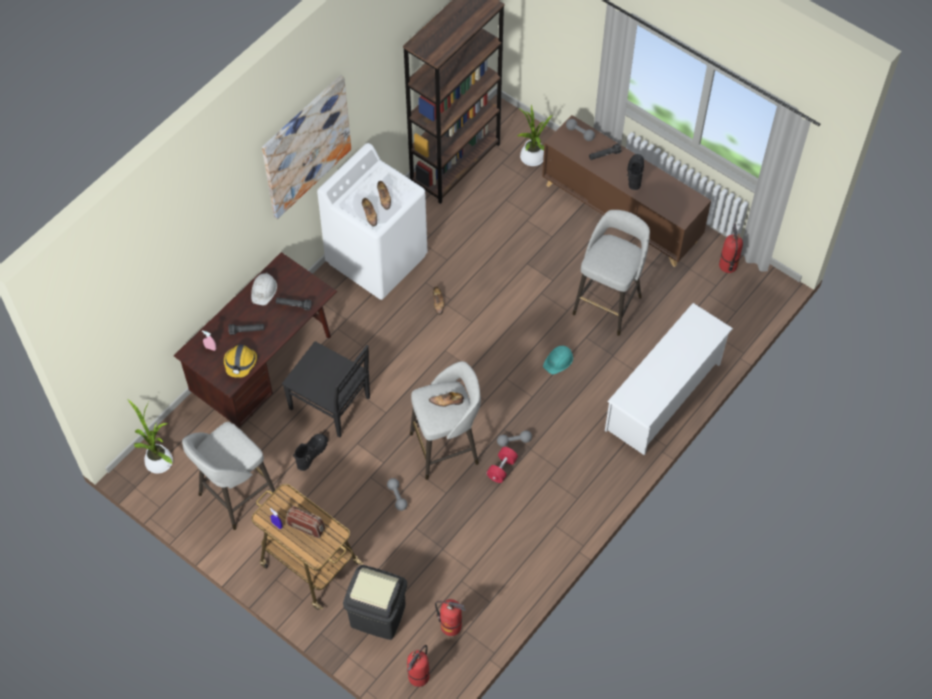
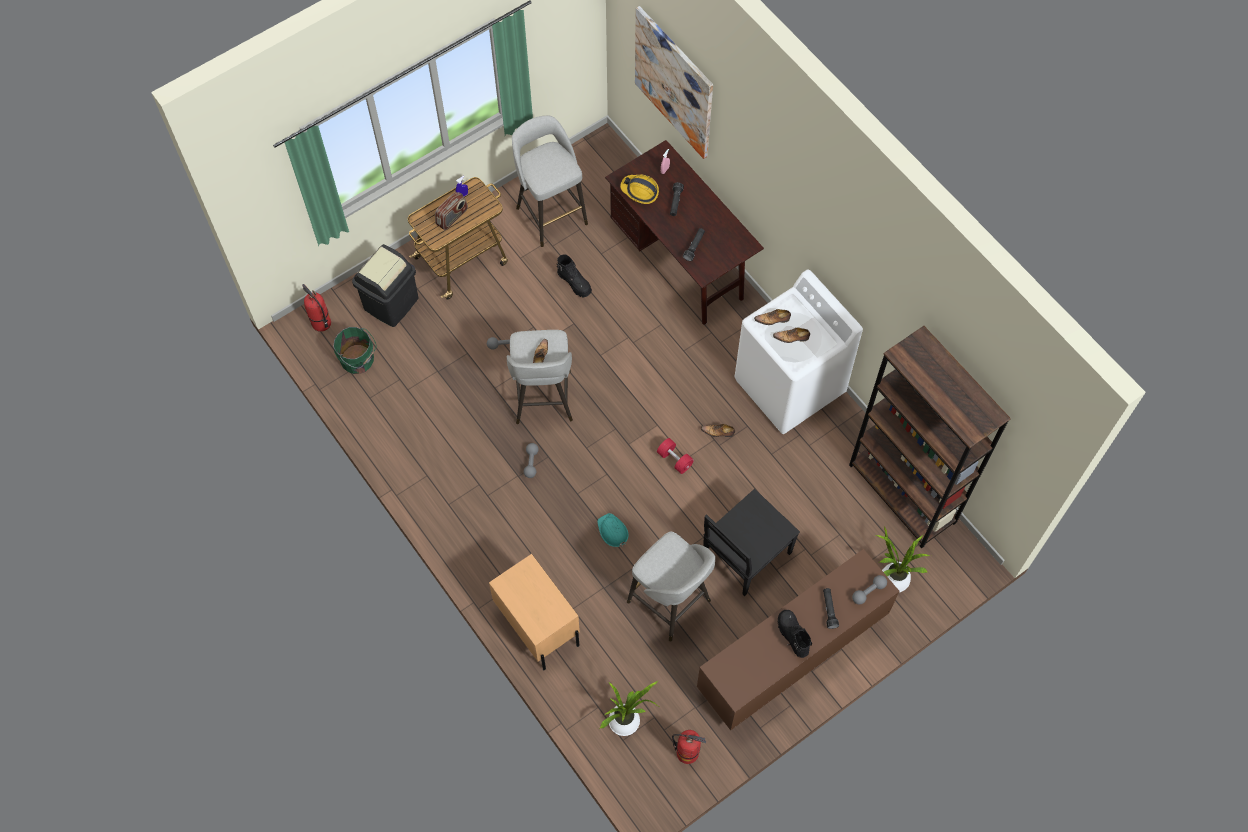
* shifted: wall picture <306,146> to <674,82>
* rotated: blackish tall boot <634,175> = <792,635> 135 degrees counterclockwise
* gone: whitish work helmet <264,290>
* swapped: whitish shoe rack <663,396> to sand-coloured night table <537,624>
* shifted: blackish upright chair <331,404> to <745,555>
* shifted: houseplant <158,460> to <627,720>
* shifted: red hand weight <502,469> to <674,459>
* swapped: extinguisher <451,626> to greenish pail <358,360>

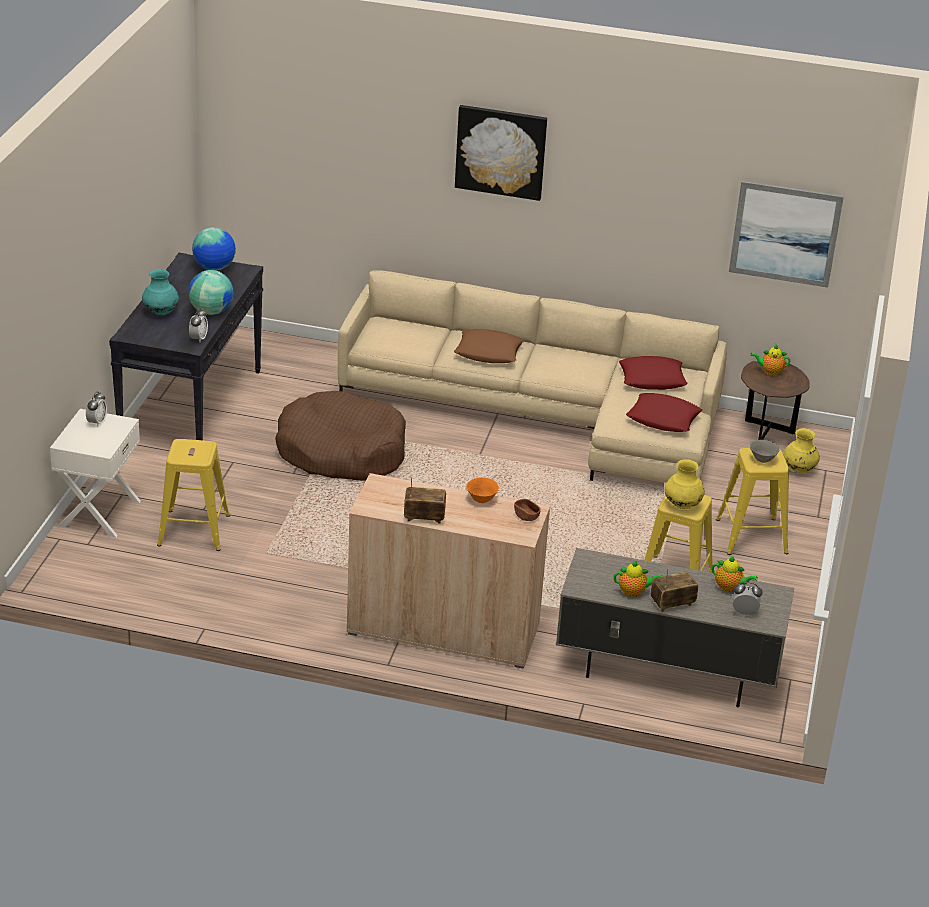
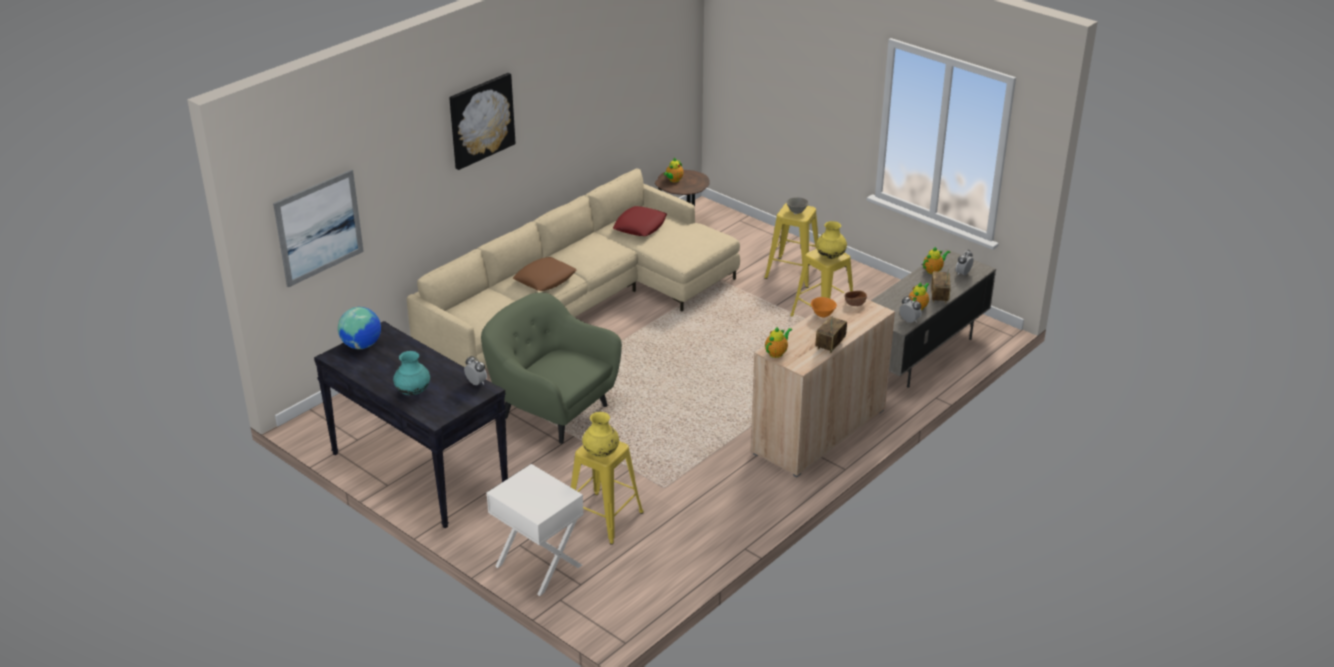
* shifted: wall picture <785,234> to <319,227>
* gone: desk globe <211,311>
* swapped: brown pet bed <341,452> to greenish lounge chair <552,410>
* shifted: table clock <97,422> to <909,321>
* gone: red pillow <663,419>
* shifted: yellow-coloured decorative vase <799,470> to <601,453>
* new: tea pot <777,353>

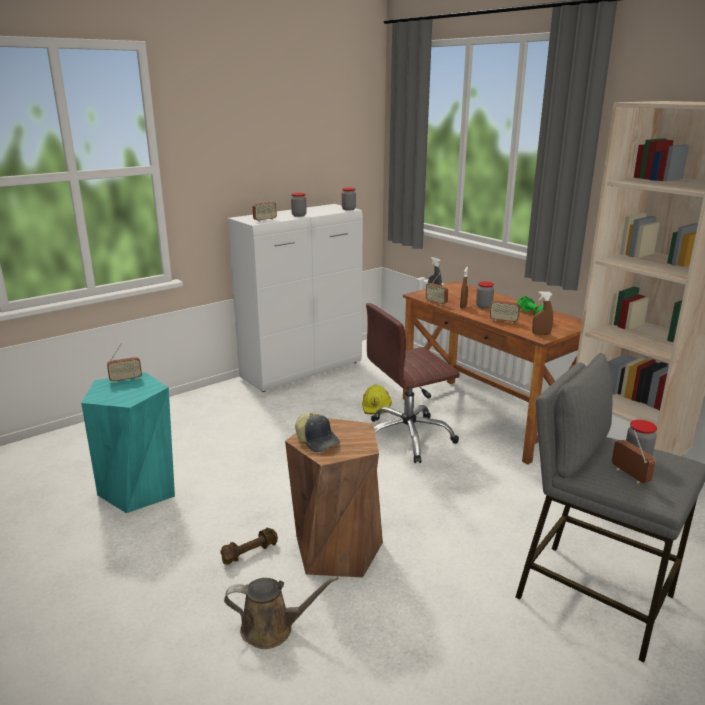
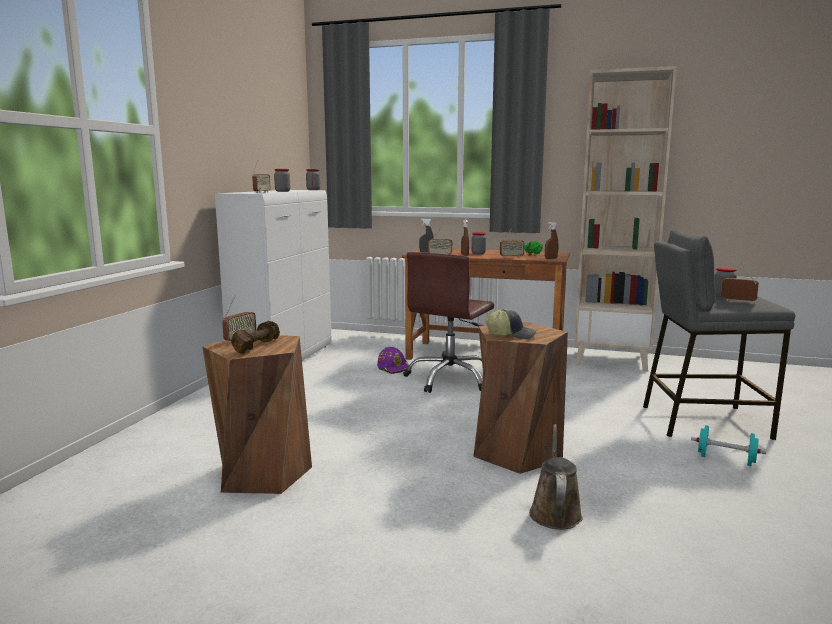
* repainted: turquoise-coloured sitting stool <140,488> to brown sitting stool <262,473>
* repainted: yellow-coloured work helmet <377,407> to purplish work helmet <393,368>
* shifted: brown hand weight <249,553> to <256,346>
* rotated: brown watering can <272,628> = <555,512> 45 degrees counterclockwise
* new: turquoise-coloured hand weight <726,460>

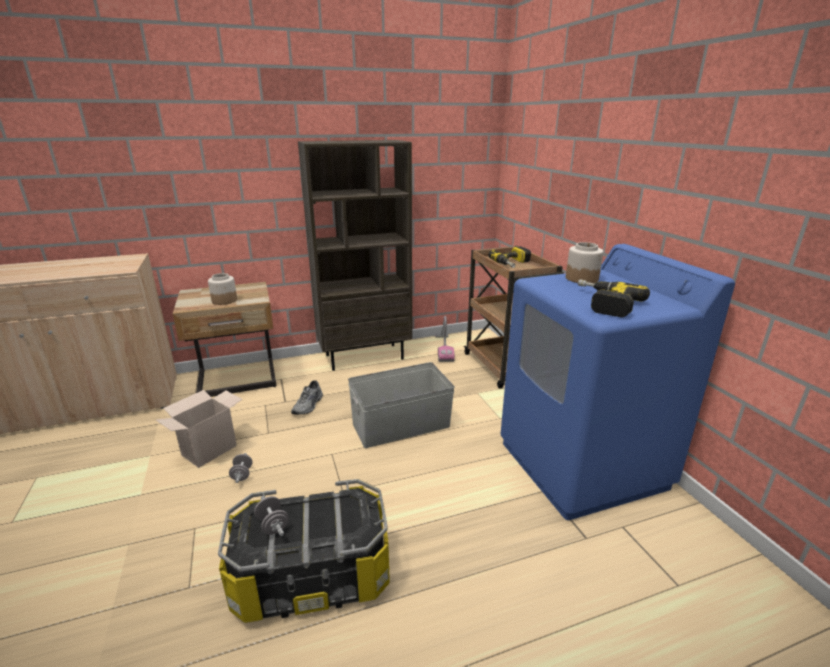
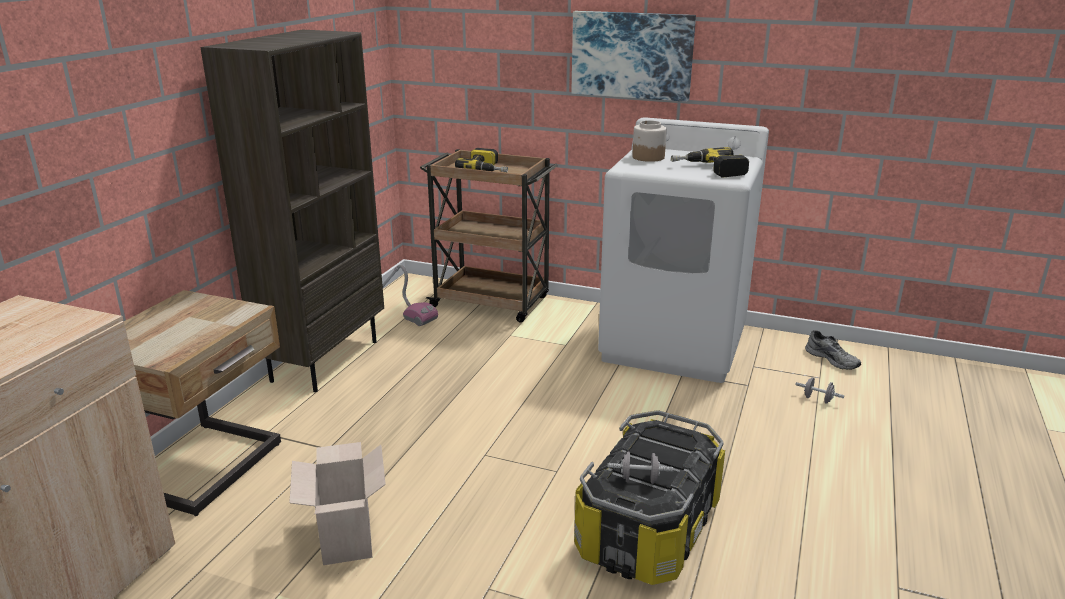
* repainted: blue-coloured laundry machine <582,465> to whitish laundry machine <674,344>
* gone: preserve jar <224,300>
* gone: grey storage bin <400,425>
* shifted: grey shoe <309,405> to <833,359>
* shifted: grey hand weight <242,475> to <817,399>
* new: wall picture <632,55>

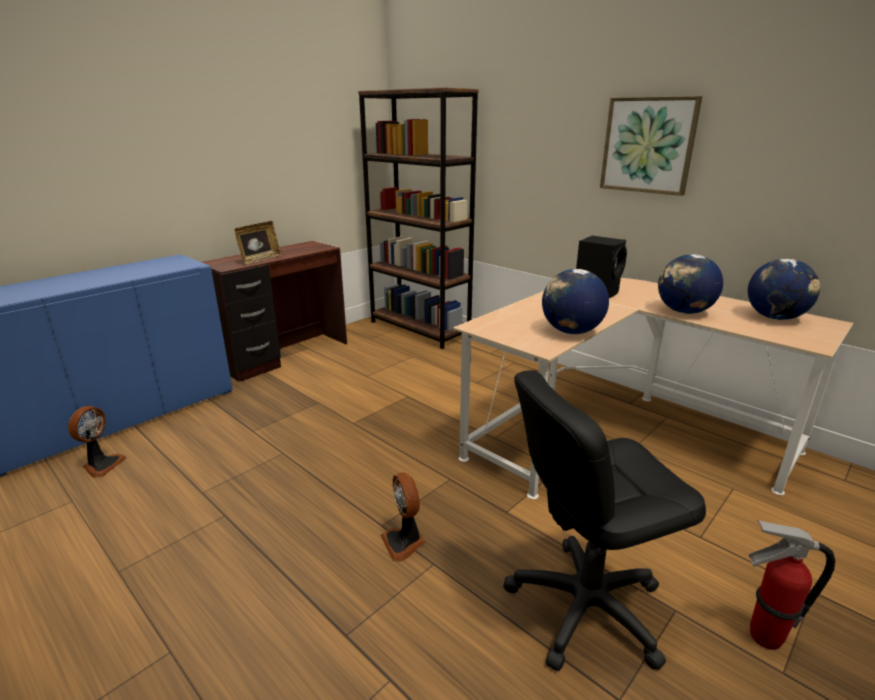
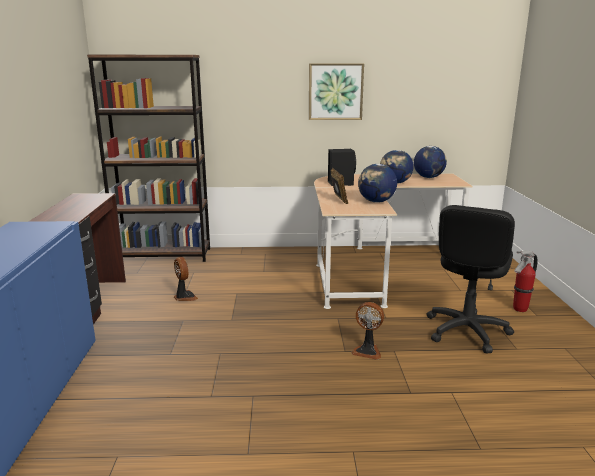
* shifted: photo frame <260,259> to <338,200>
* shifted: electric fan <101,465> to <184,297>

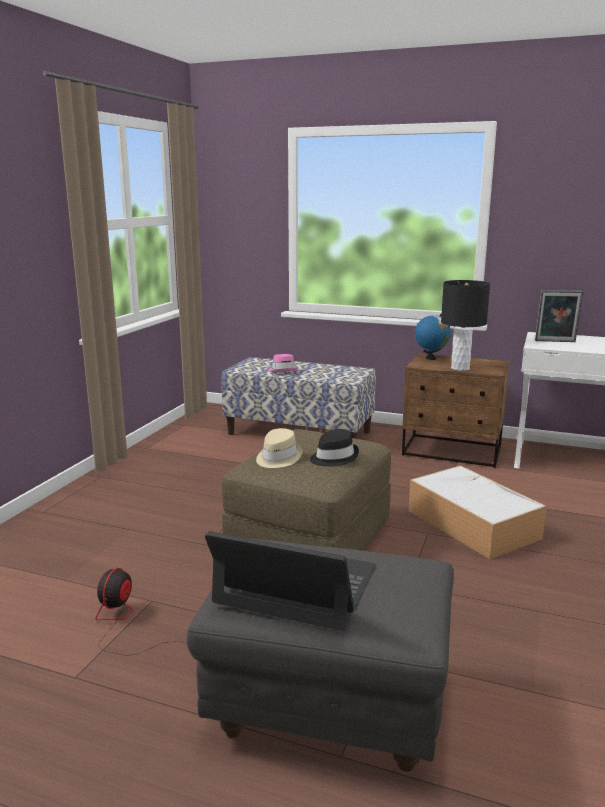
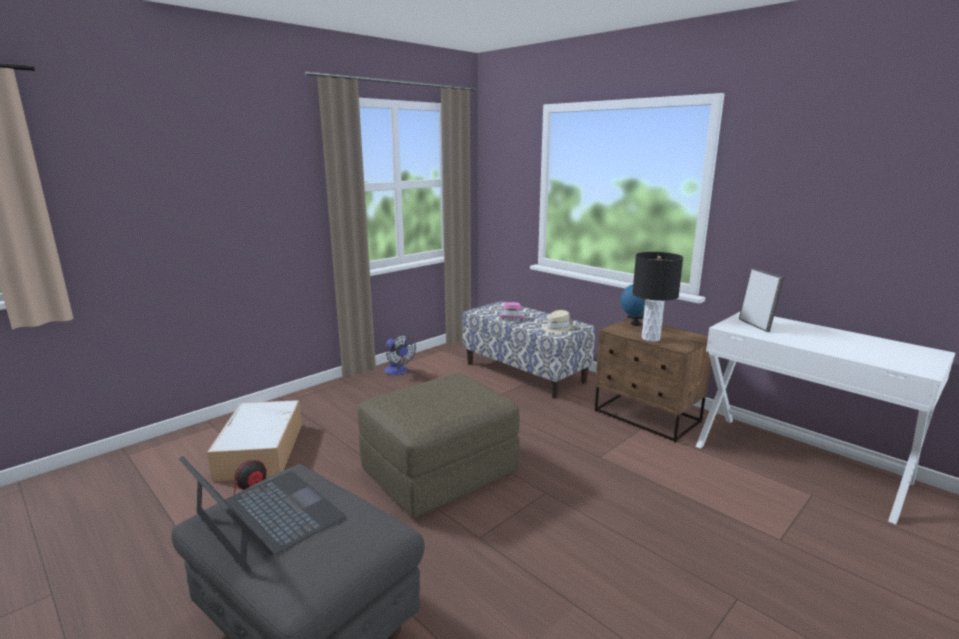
* rotated: photo frame <555,341> = <756,325> 135 degrees counterclockwise
* shifted: sand-coloured wearable hat <277,458> to <557,327>
* gone: blackish wearable hat <333,457>
* shifted: storage bin <470,523> to <260,449>
* new: electric fan <398,372>

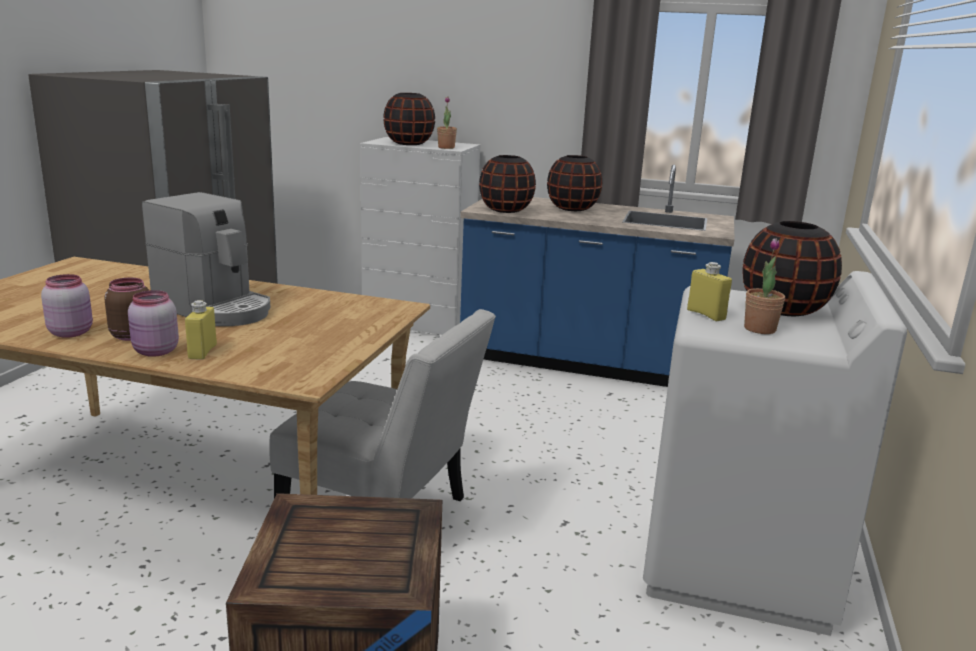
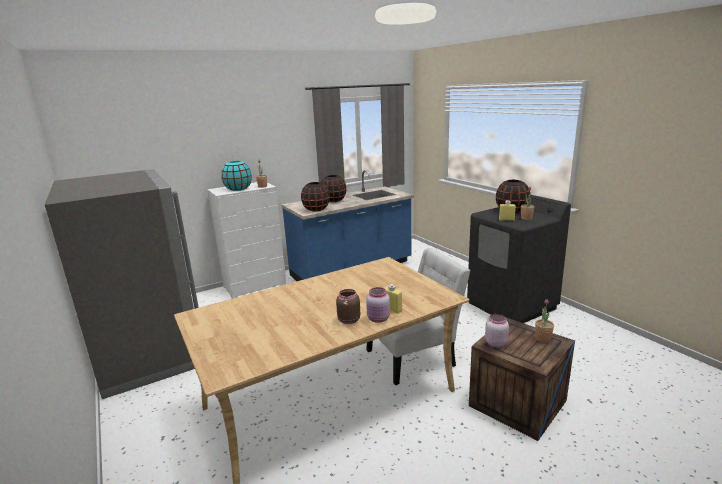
* repainted: blackish decorative vase <409,143> to turquoise-coloured decorative vase <238,189>
* gone: coffee machine <215,309>
* repainted: whitish laundry machine <736,564> to blackish laundry machine <511,305>
* shifted: pink preserve jar <71,332> to <495,343>
* new: houseplant <543,338>

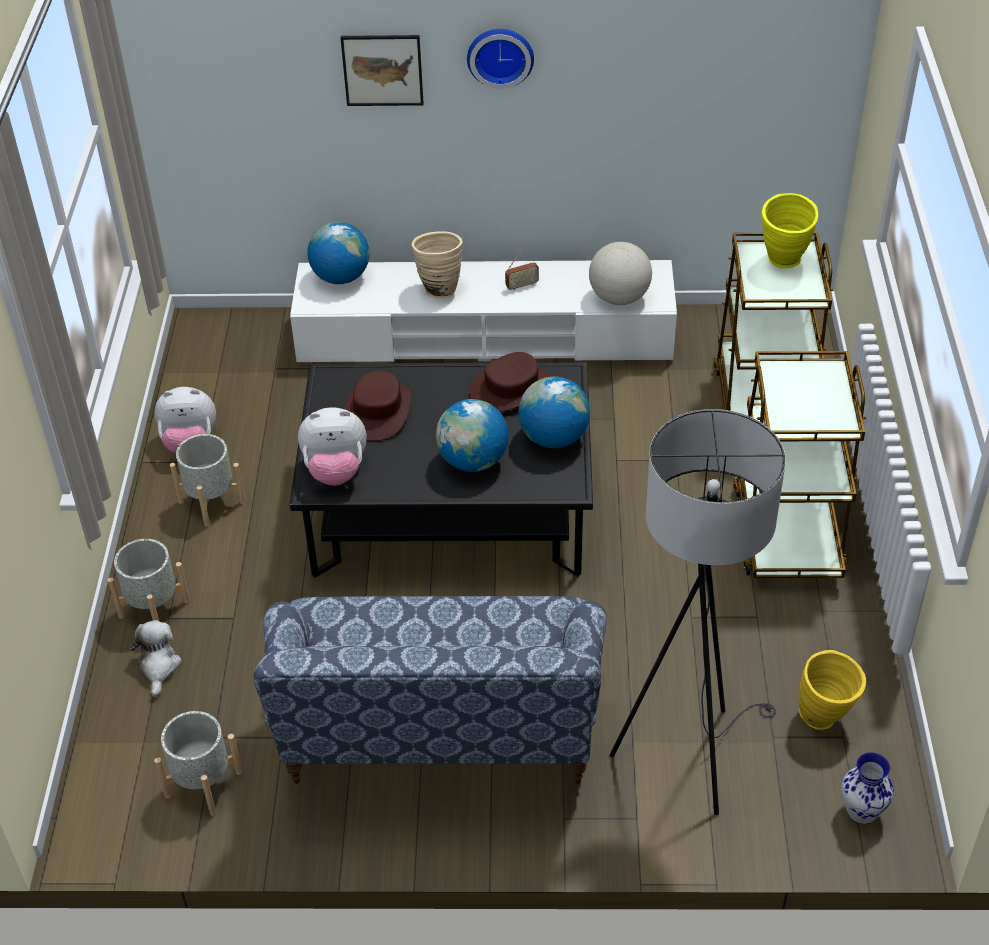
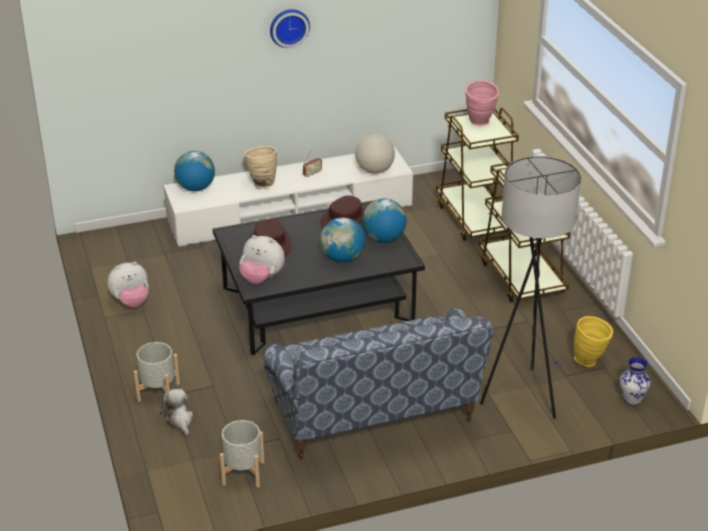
* gone: wall picture <382,70>
* repainted: yellow-coloured decorative vase <784,264> to pink decorative vase <480,124>
* rotated: cuddly toy <335,471> = <262,278> 45 degrees clockwise
* gone: grey plant pot <211,502>

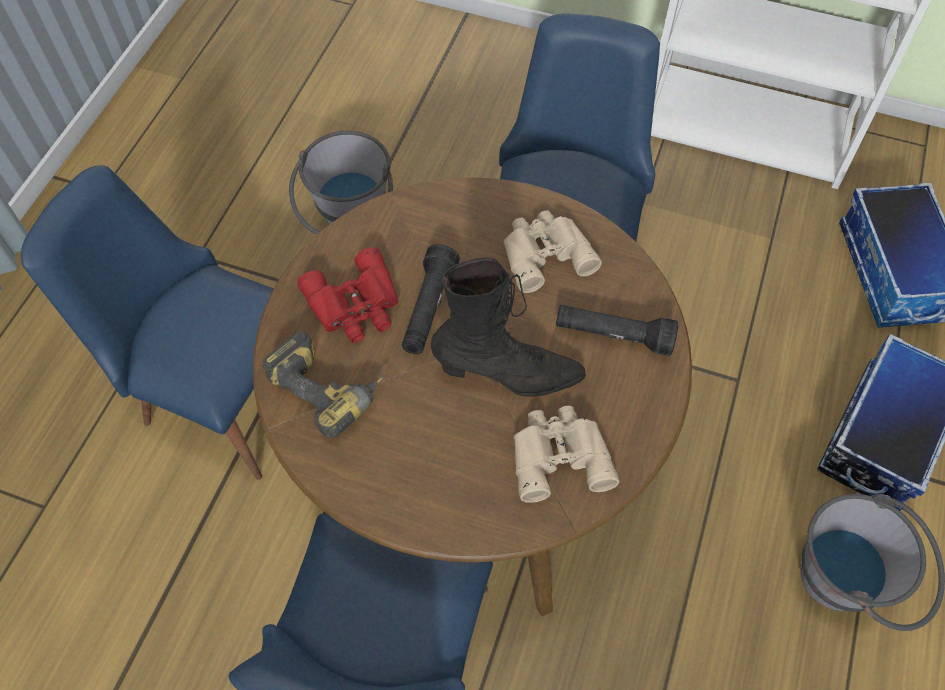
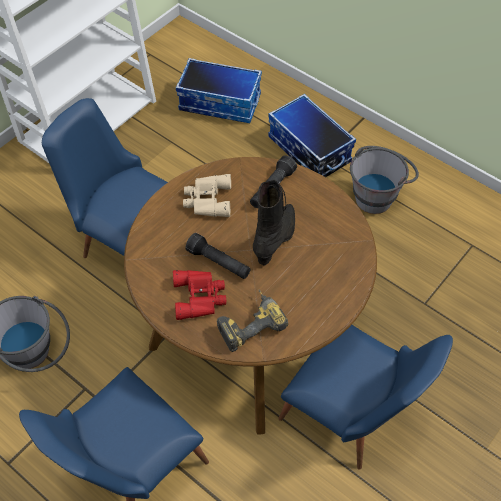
* gone: sand-coloured binoculars <558,455>

